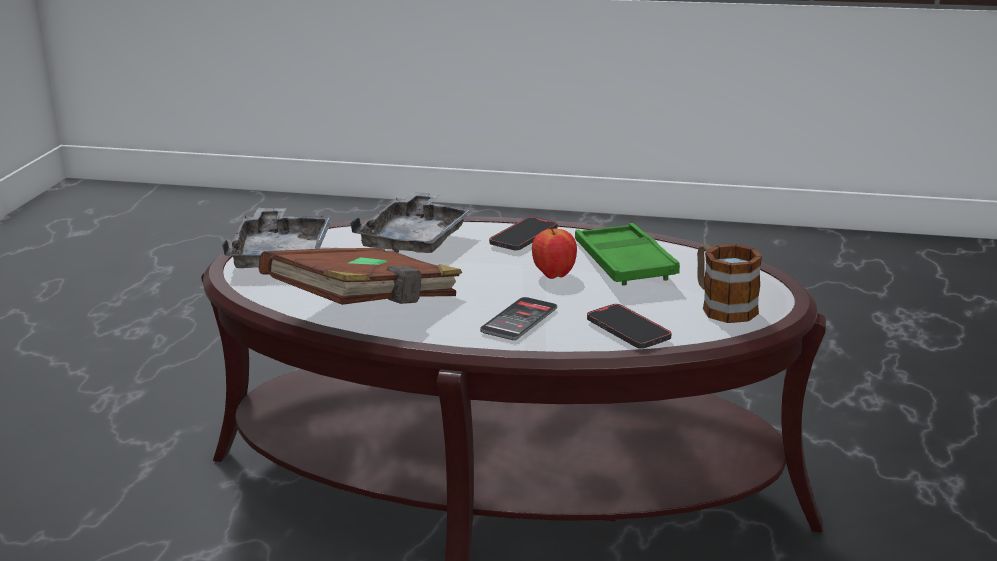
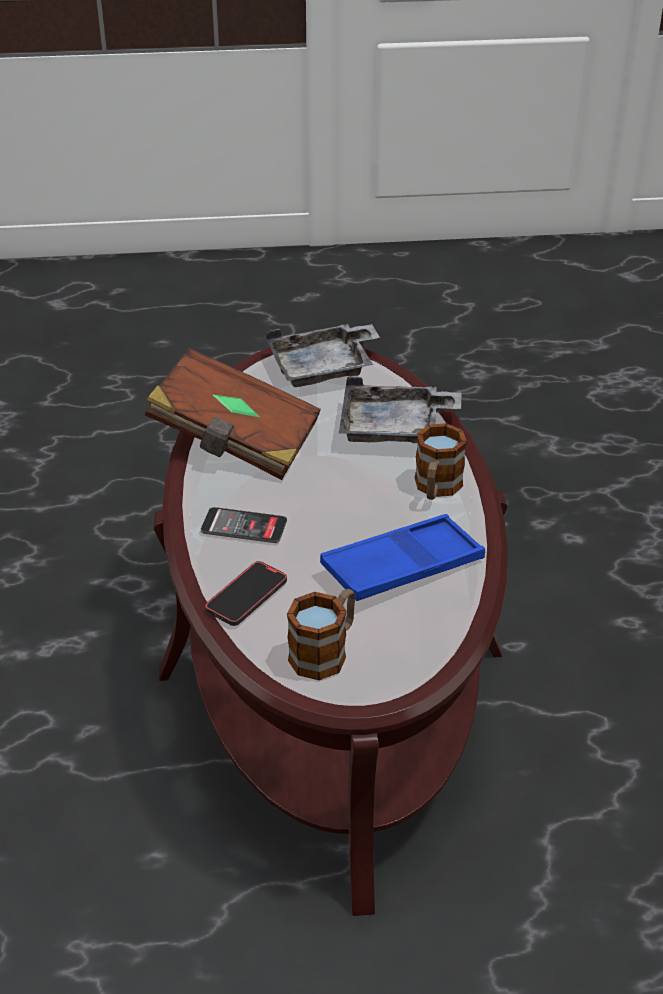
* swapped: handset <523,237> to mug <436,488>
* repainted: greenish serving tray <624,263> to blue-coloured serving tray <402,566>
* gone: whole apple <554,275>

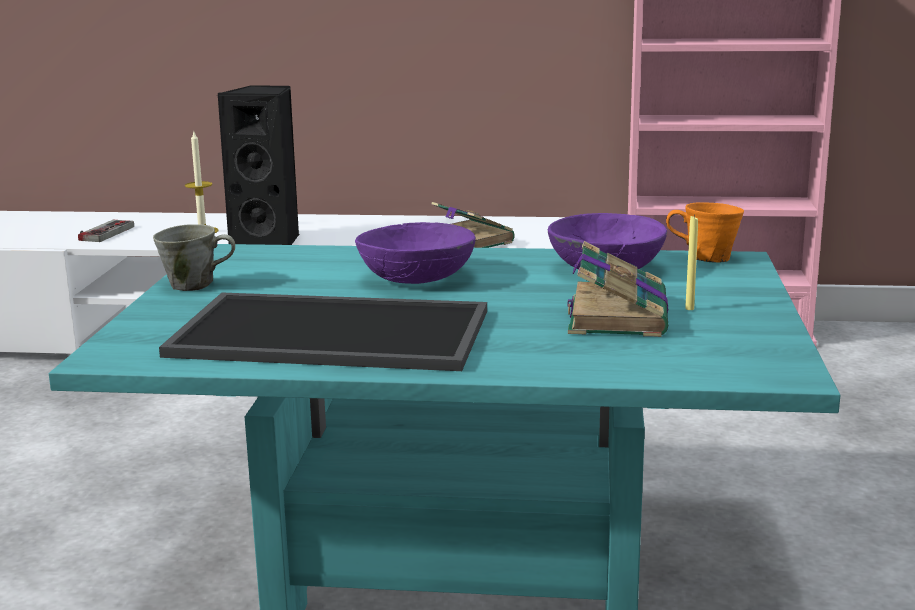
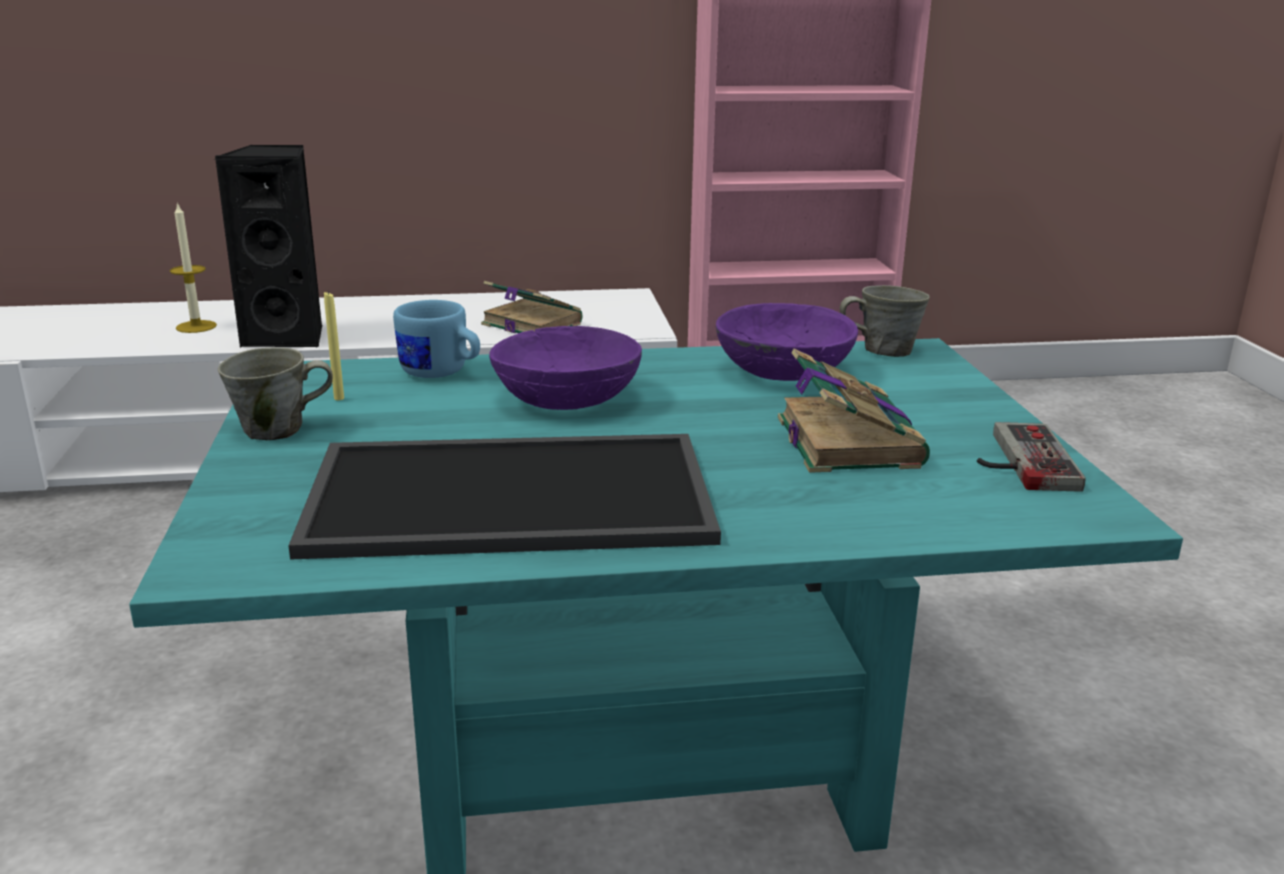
* repainted: orange-coloured mug <706,258> to grey mug <883,351>
* shifted: yellow-coloured wax candle <689,309> to <339,398>
* shifted: joypad <100,233> to <1018,460>
* new: blue-coloured mug <441,374>

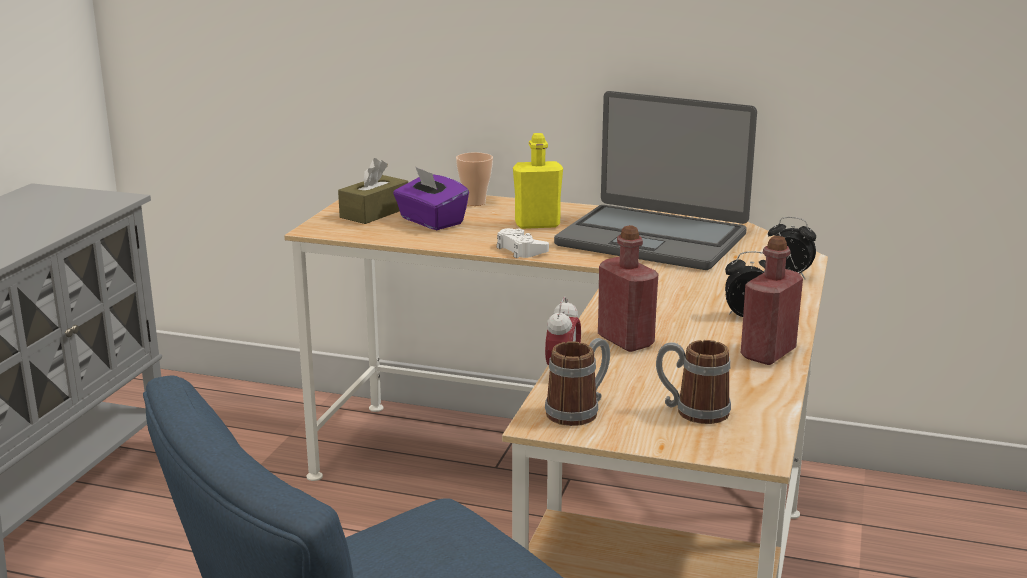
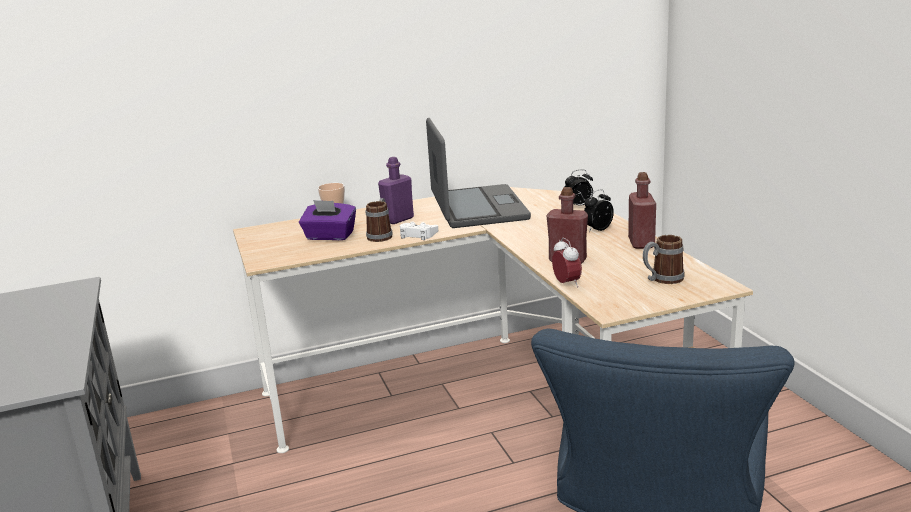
* rotated: notebook computer <652,239> = <477,208> 90 degrees counterclockwise
* repainted: yellow-coloured bottle <537,224> to purplish bottle <398,219>
* gone: brown tissue box <374,212>
* shifted: mug <579,411> to <381,235>

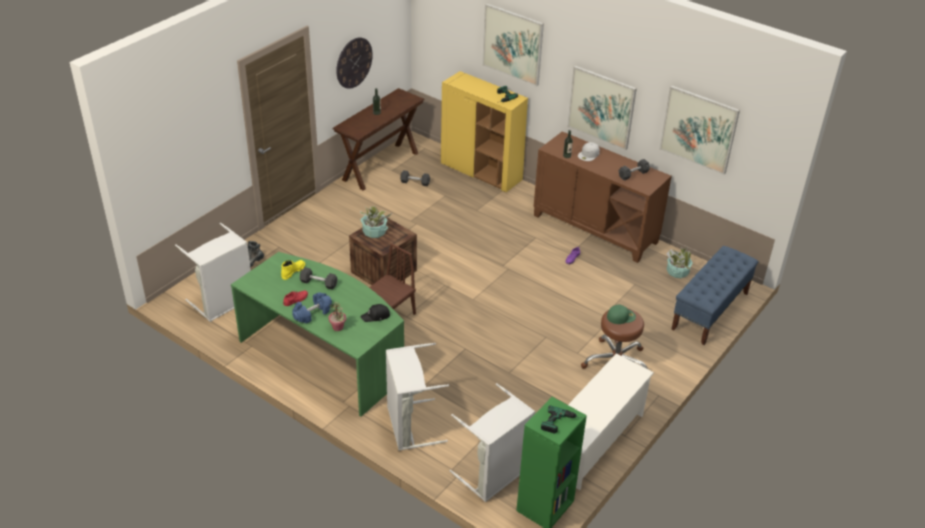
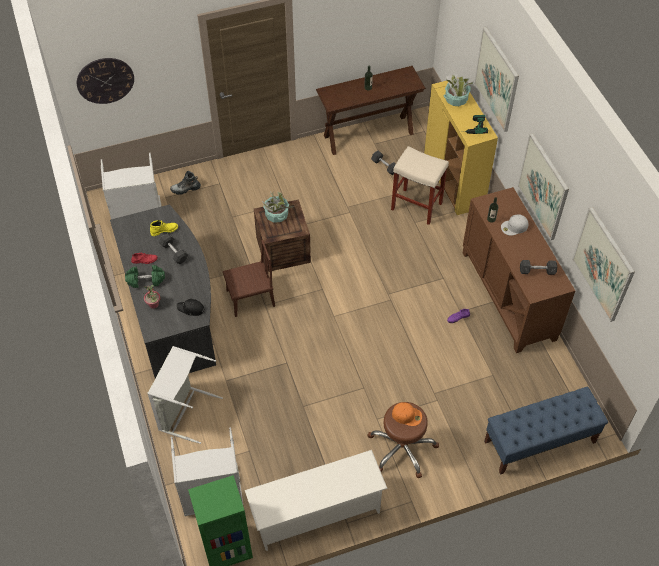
* shifted: clock on the wall <354,62> to <105,80>
* shifted: houseplant <677,272> to <456,99>
* repainted: greenish desk table <324,357> to grey desk table <172,311>
* repainted: blue-coloured hand weight <312,313> to greenish hand weight <146,280>
* repainted: greenish baseball cap <621,316> to orange-coloured baseball cap <407,415>
* gone: power drill <562,423>
* new: sand-coloured sitting stool <417,206>

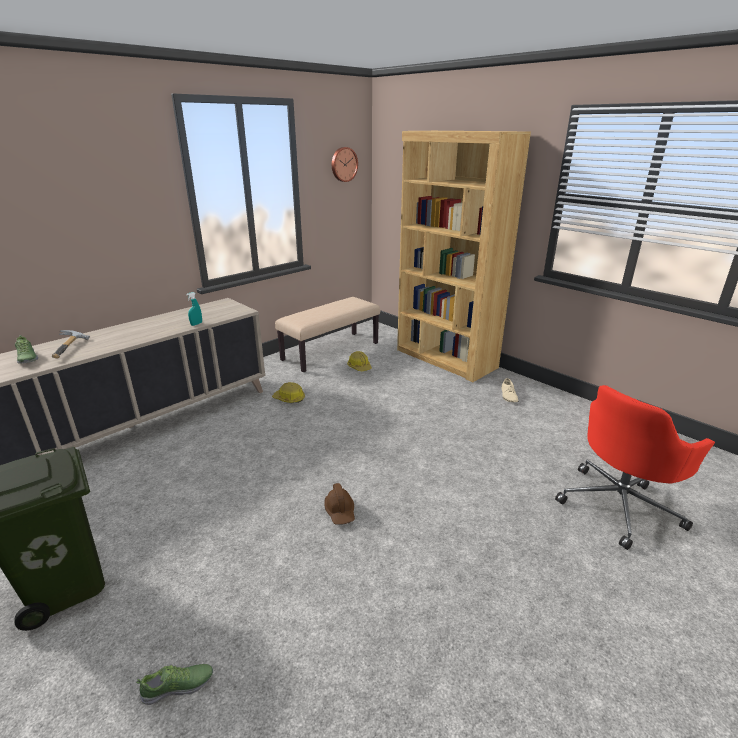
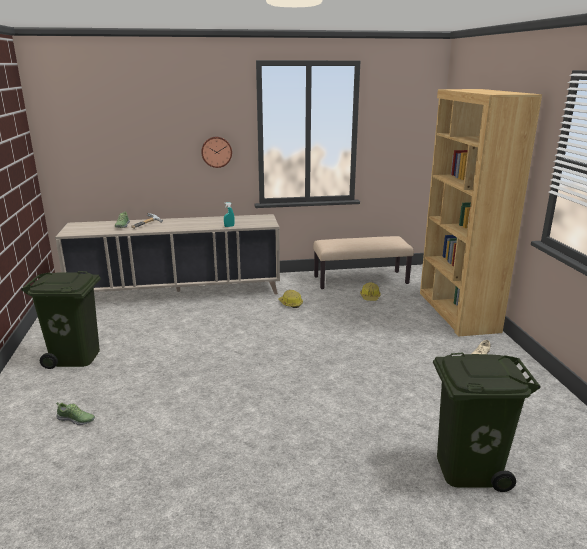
* shifted: clock on the wall <343,164> to <216,152>
* swapped: red computer chair <619,505> to greenish trash can <467,467>
* gone: brown work helmet <340,511>

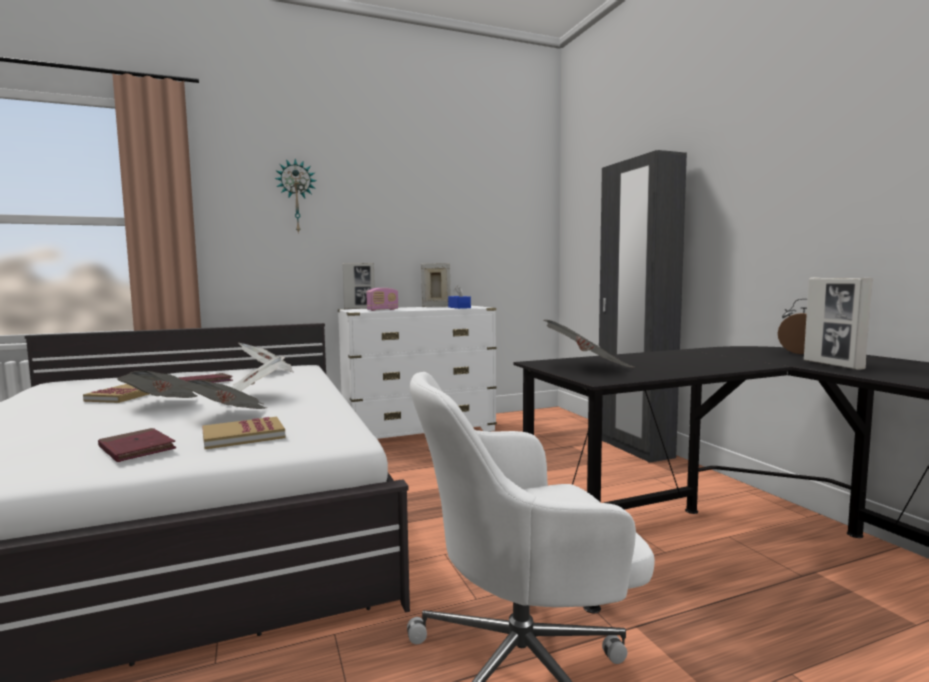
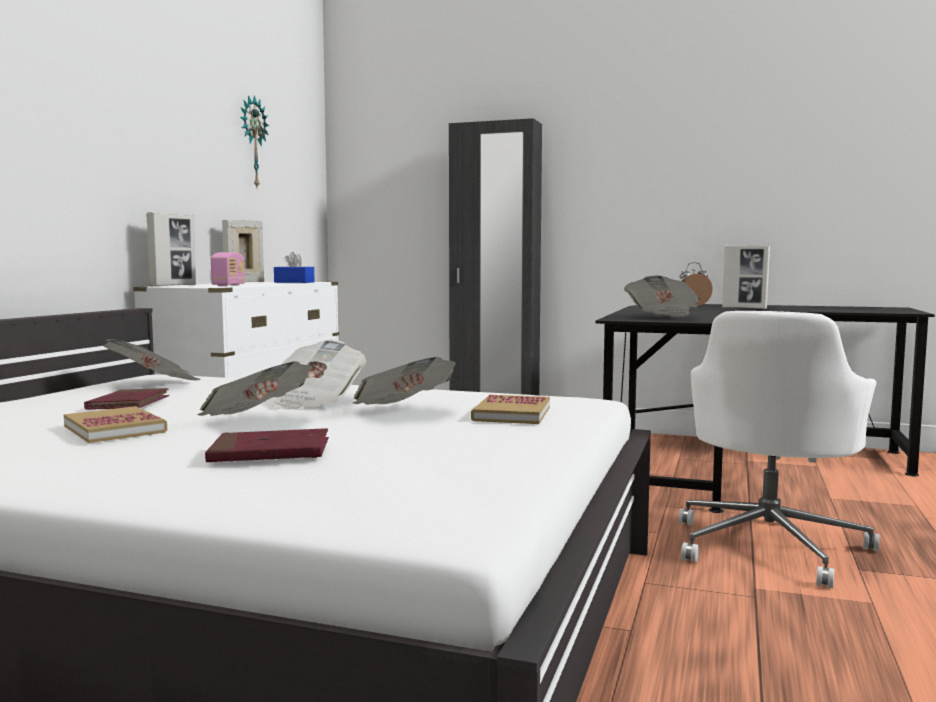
* shifted: clock on the wall <296,196> to <252,142>
* shifted: red volume <136,449> to <270,452>

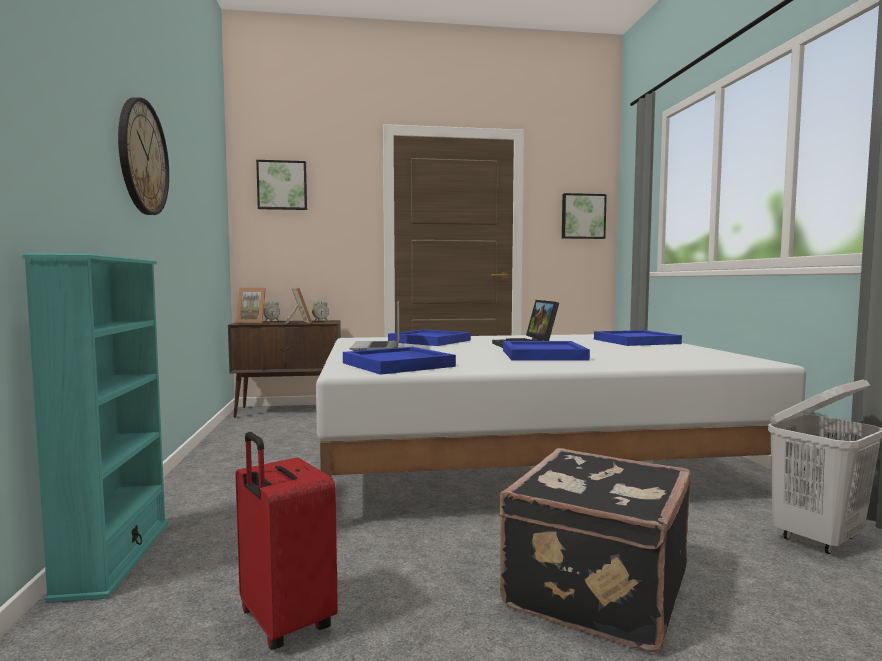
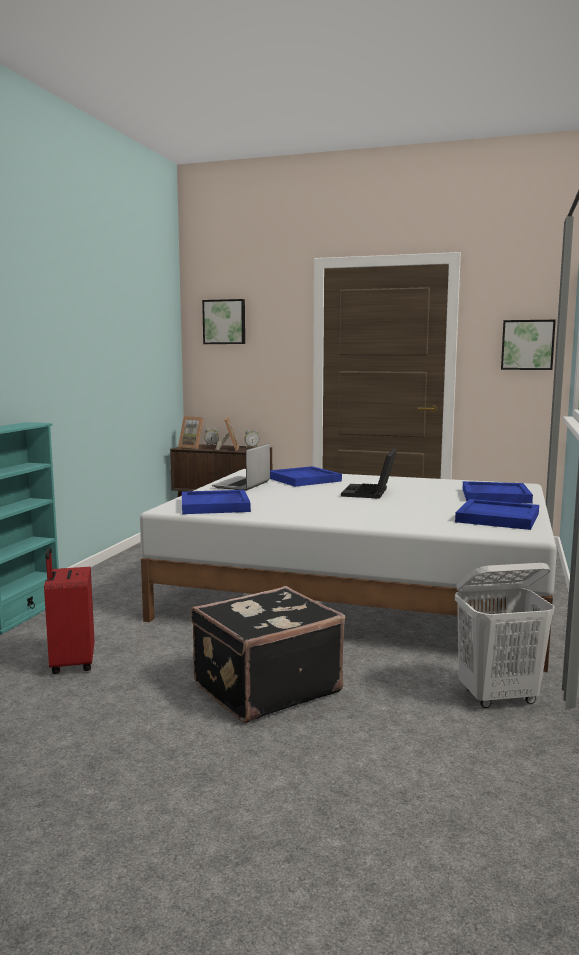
* gone: clock on the wall <142,157>
* shifted: blue-coloured serving tray <542,355> to <496,518>

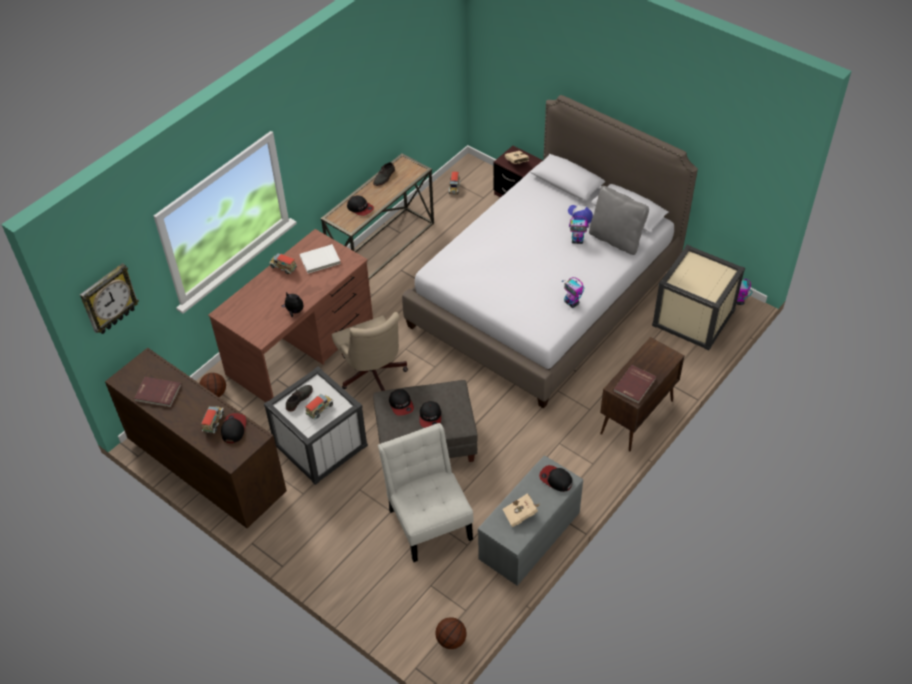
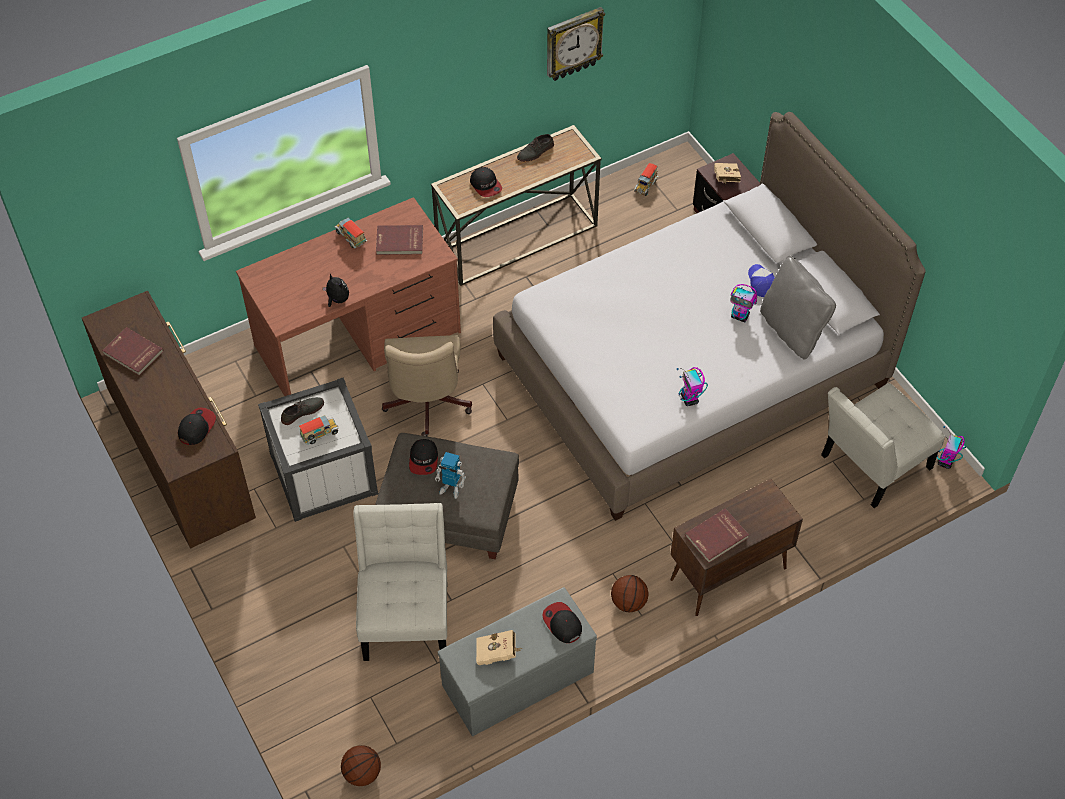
* repainted: whitish volume <320,260> to red volume <399,242>
* swapped: sand-coloured storage bin <693,318> to whitish upright chair <871,465>
* shifted: clock on the wall <108,299> to <573,43>
* shifted: ball for basketball <215,393> to <628,602>
* swapped: baseball cap <430,417> to model robot <451,488>
* gone: toy truck <214,423>

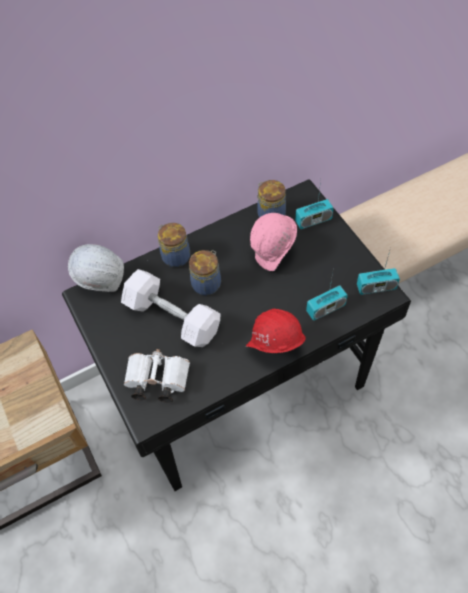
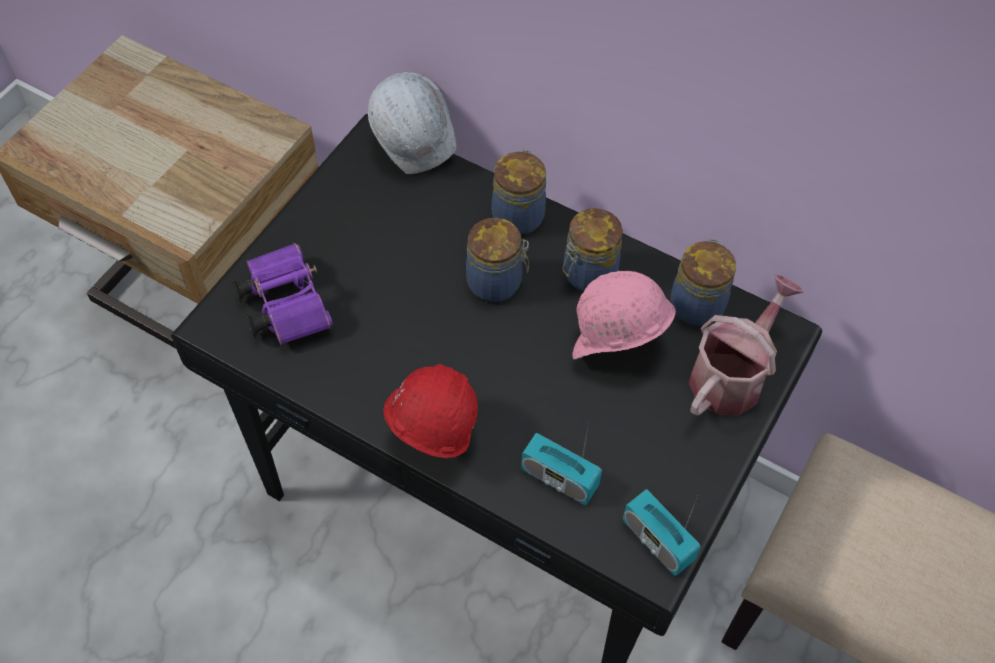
* swapped: radio set <313,220> to watering can <732,374>
* gone: whitish hand weight <172,317>
* repainted: whitish binoculars <155,381> to purplish binoculars <284,303>
* new: preserve jar <587,274>

